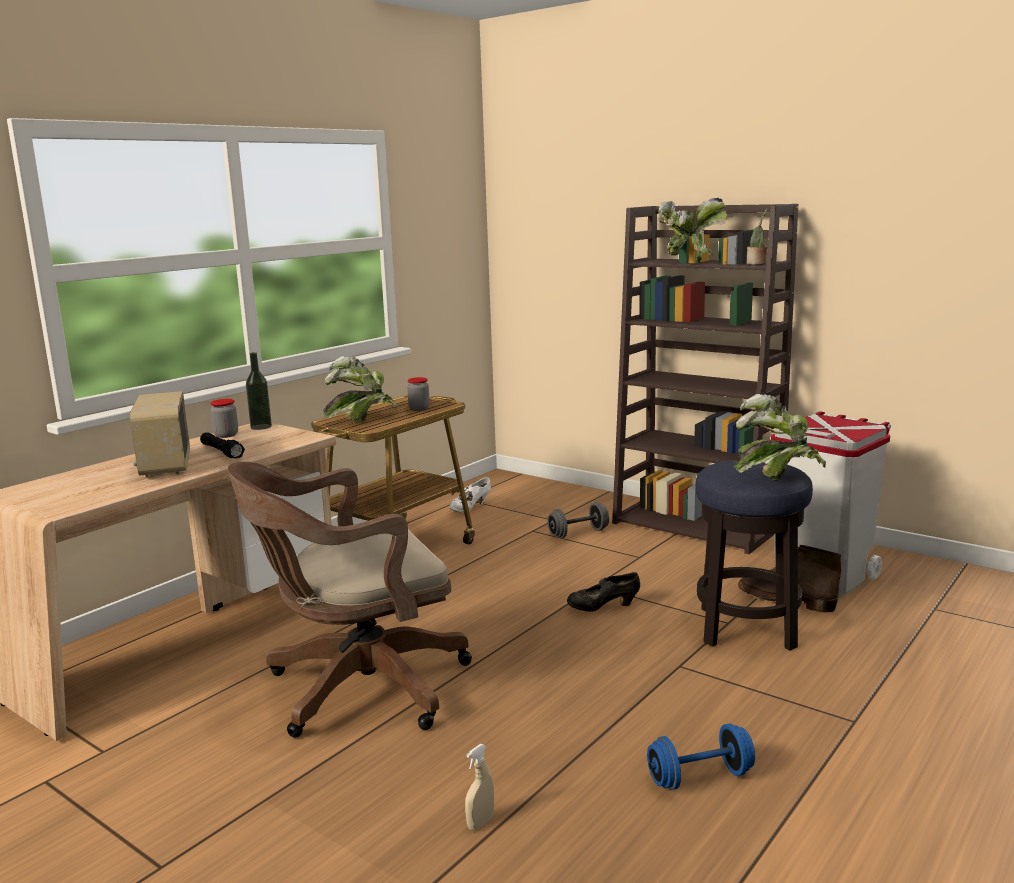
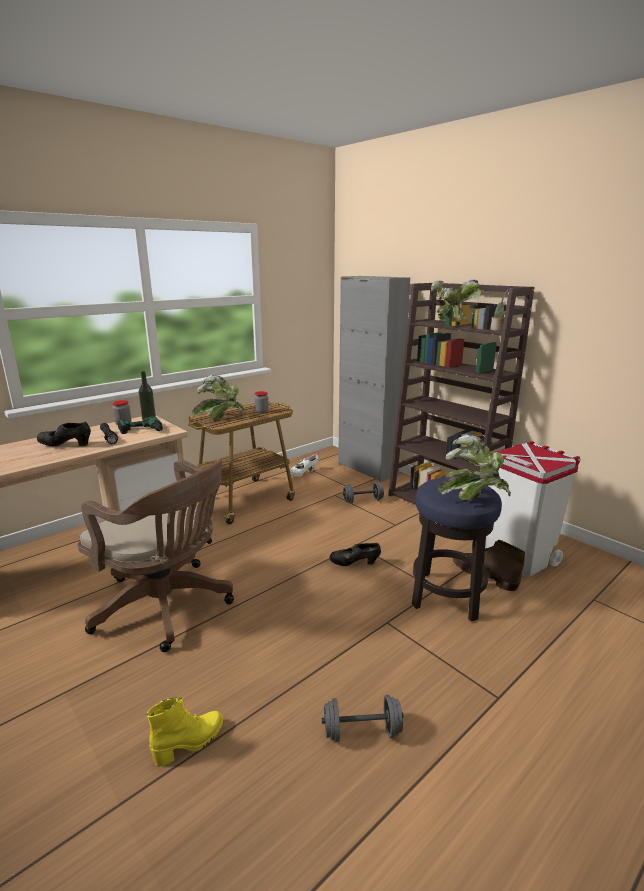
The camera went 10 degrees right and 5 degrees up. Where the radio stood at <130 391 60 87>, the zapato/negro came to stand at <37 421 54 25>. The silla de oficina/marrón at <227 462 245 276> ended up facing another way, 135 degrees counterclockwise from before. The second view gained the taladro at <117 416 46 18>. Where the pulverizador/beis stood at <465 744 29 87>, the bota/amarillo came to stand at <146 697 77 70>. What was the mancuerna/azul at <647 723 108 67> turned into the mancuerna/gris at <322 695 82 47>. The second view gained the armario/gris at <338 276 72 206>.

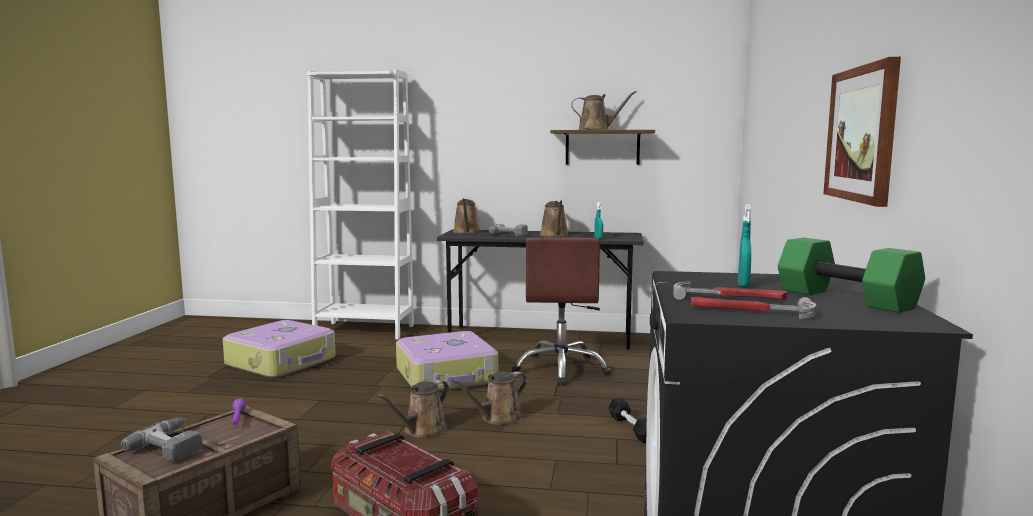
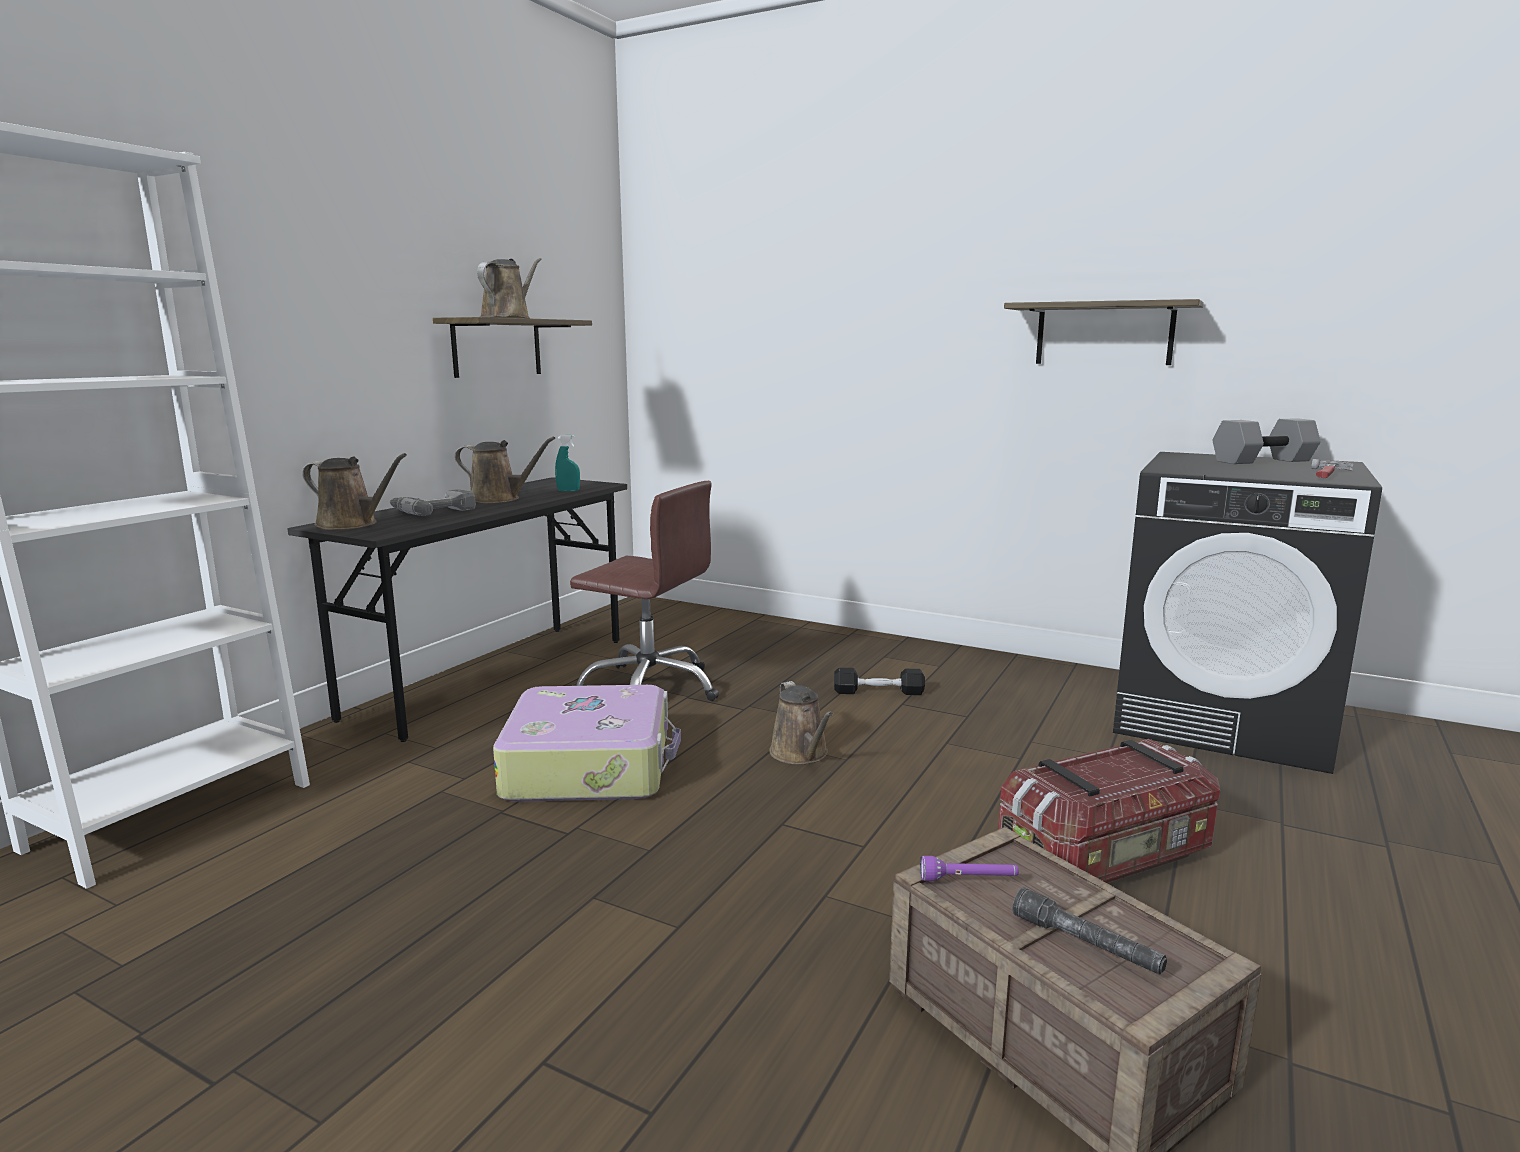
The camera went 70 degrees left and 5 degrees up. Where the cuadro hung at <823 57 78 150>, the estante came to hang at <1004 299 200 66>. Where the taladro stood at <121 418 82 44>, the linterna/gris came to stand at <1013 887 154 88>. What was the mancuerna/verde at <778 238 147 75> turned into the mancuerna/gris at <1212 418 108 46>. The second view lost the maleta at <223 320 113 58>. The second view lost the regadera/marrón at <377 380 72 58>. The second view lost the martillo at <673 281 114 19>. The second view lost the pulverizador/turquesa at <738 204 13 83>.

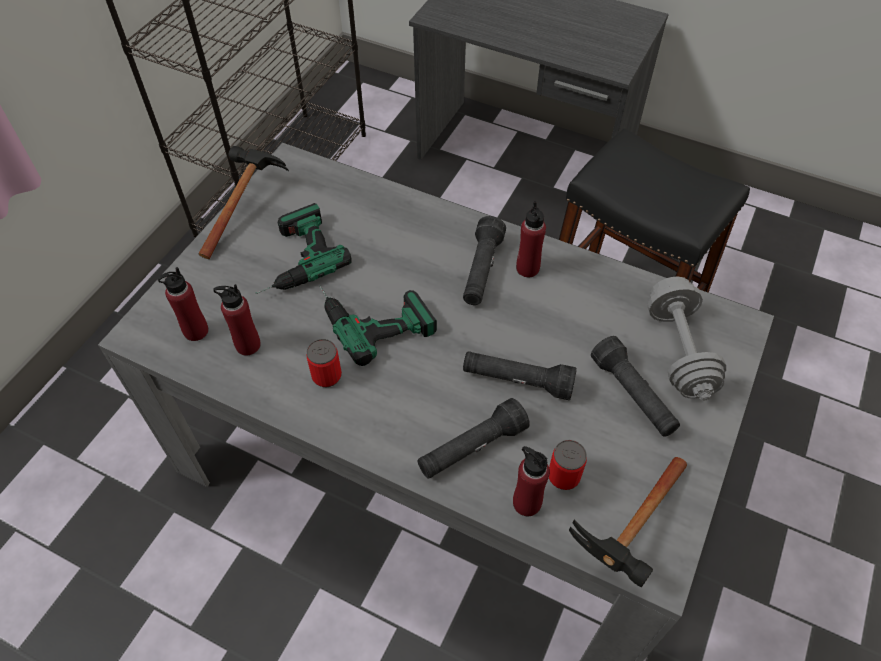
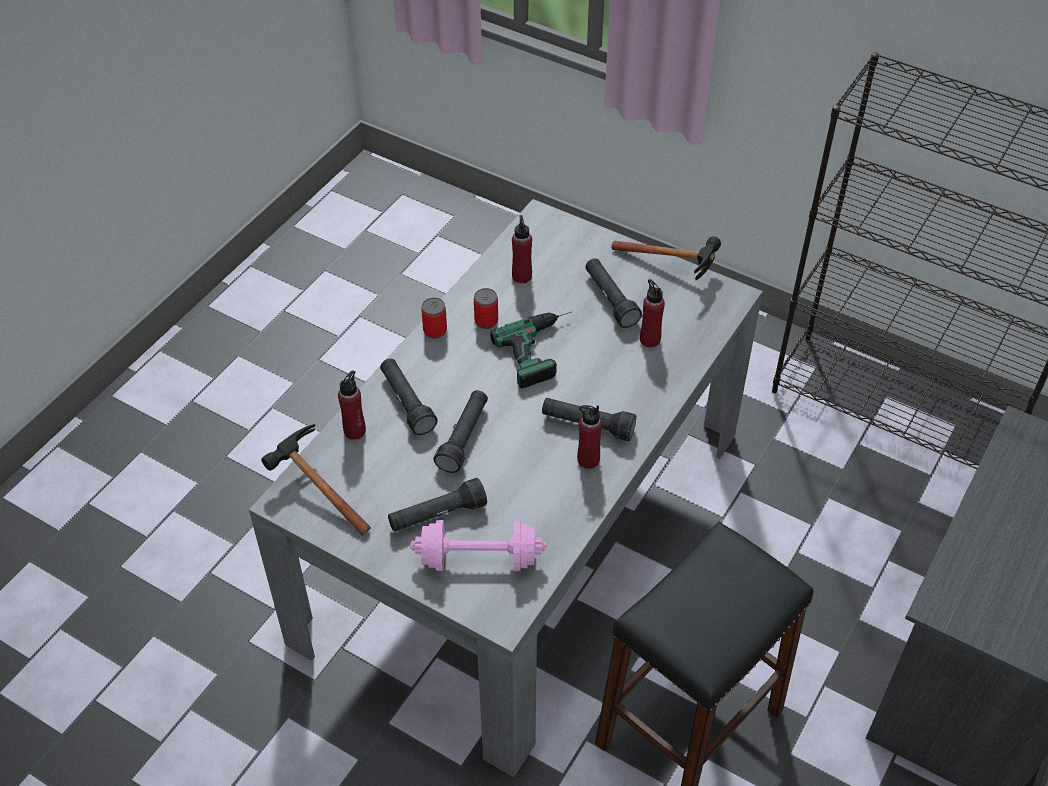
The camera went 95 degrees right and 5 degrees down. What was the mancuerna/gris at <648 276 78 125> turned into the mancuerna/rosa at <410 520 137 51>. The lata ended up elsewhere, having gone from <549 440 38 50> to <421 298 26 40>. Where the taladro stood at <255 203 97 91>, the linterna/negro came to stand at <585 258 57 70>. The botella/rojo ended up elsewhere, having gone from <158 267 50 74> to <640 279 25 69>.

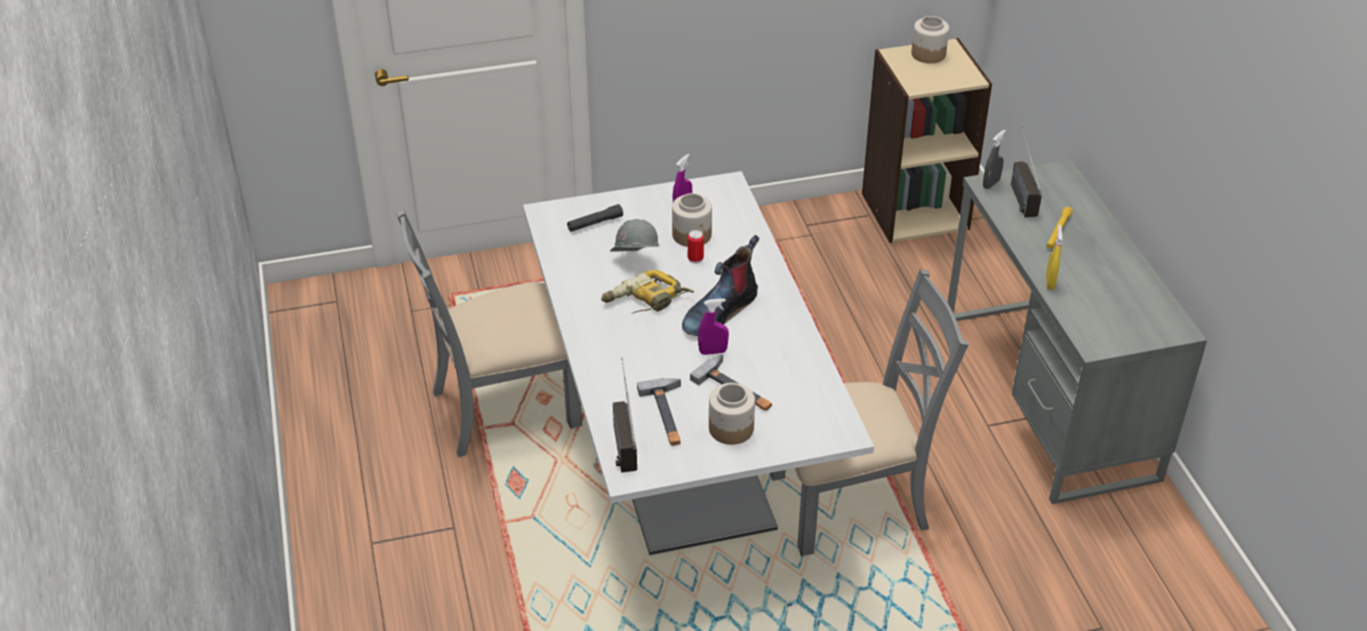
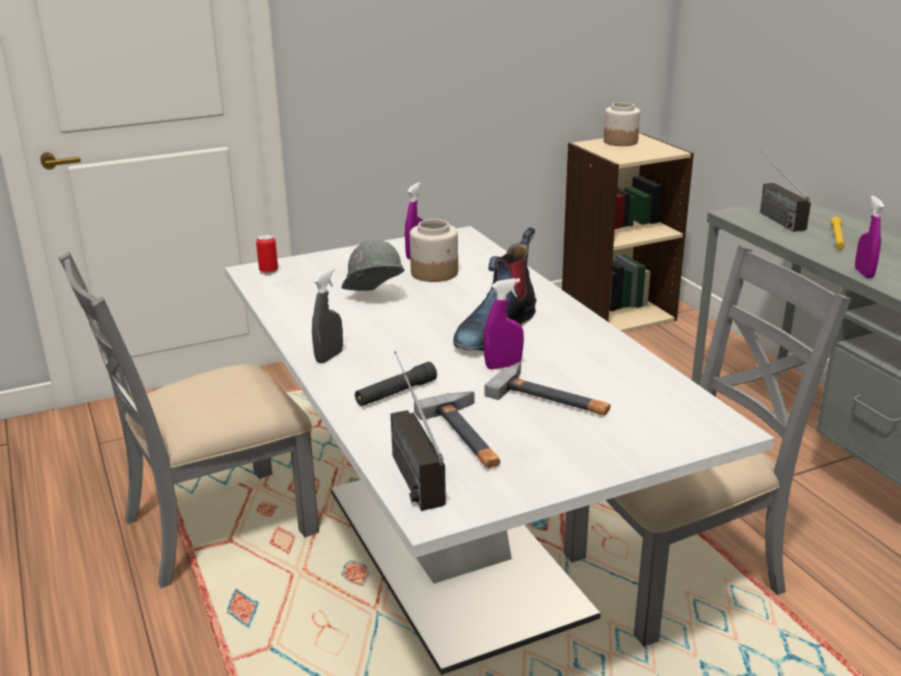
The camera went 10 degrees left and 15 degrees down. The lata ended up elsewhere, having gone from <688 230 16 34> to <256 234 22 41>. The pulverizador/gris ended up elsewhere, having gone from <983 130 23 59> to <312 268 31 95>. The linterna/negro ended up elsewhere, having gone from <567 204 56 28> to <355 362 82 44>. What was the pulverizador/amarillo at <1046 225 16 65> turned into the pulverizador/morado at <855 196 29 82>. The second view lost the taladro at <601 270 93 44>. The second view lost the tarro at <709 383 46 62>.

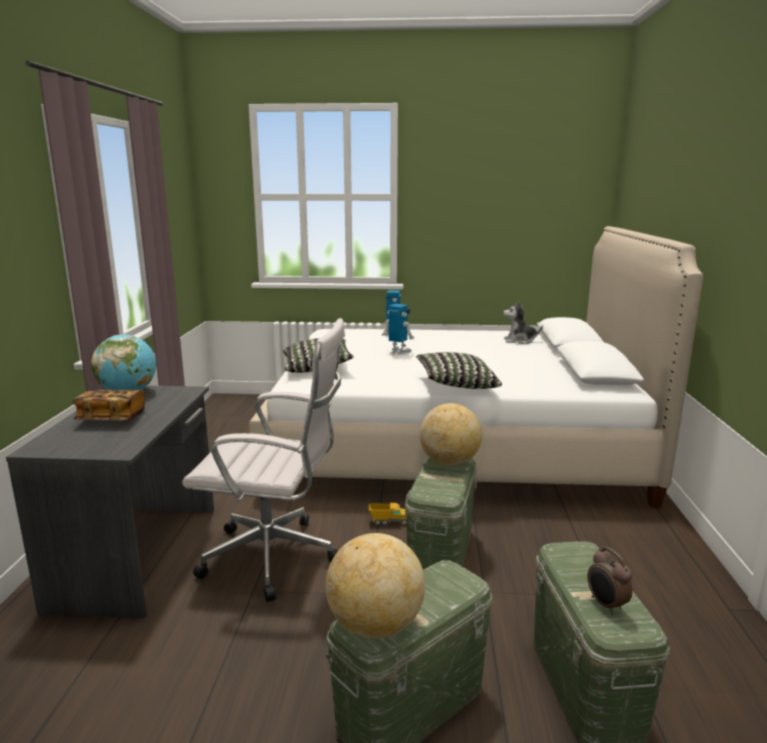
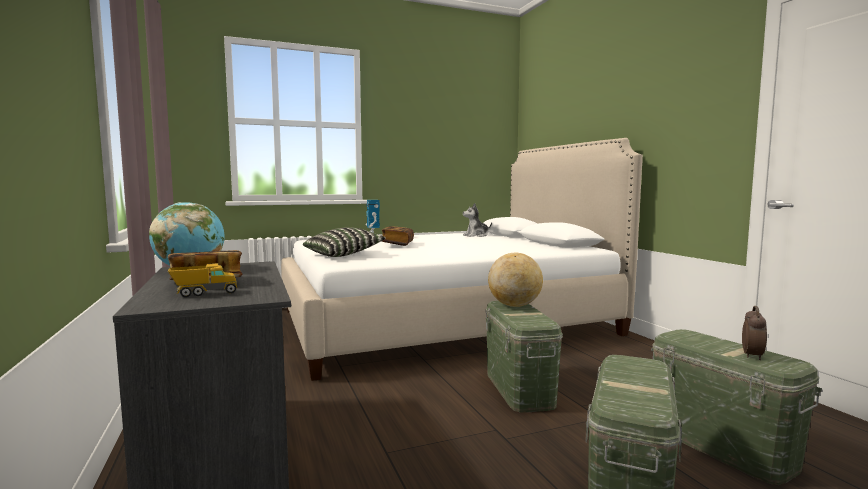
The camera went 25 degrees left and 10 degrees down. The camión de juguete ended up elsewhere, having gone from <369 503 38 22> to <168 263 69 34>. Where the robot de juguete stood at <385 304 29 50>, the libro came to stand at <382 226 32 20>. The despertador at <587 547 46 68> ended up facing another way, 105 degrees counterclockwise from before. The second view lost the silla de oficina/blanco at <182 318 163 284>. The second view lost the globo terráqueo at <326 533 99 106>. The second view lost the cojín at <416 352 86 37>.

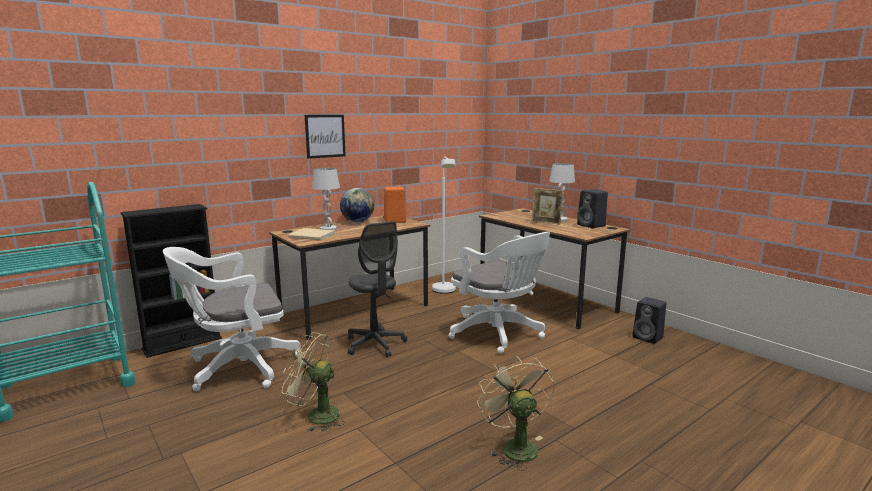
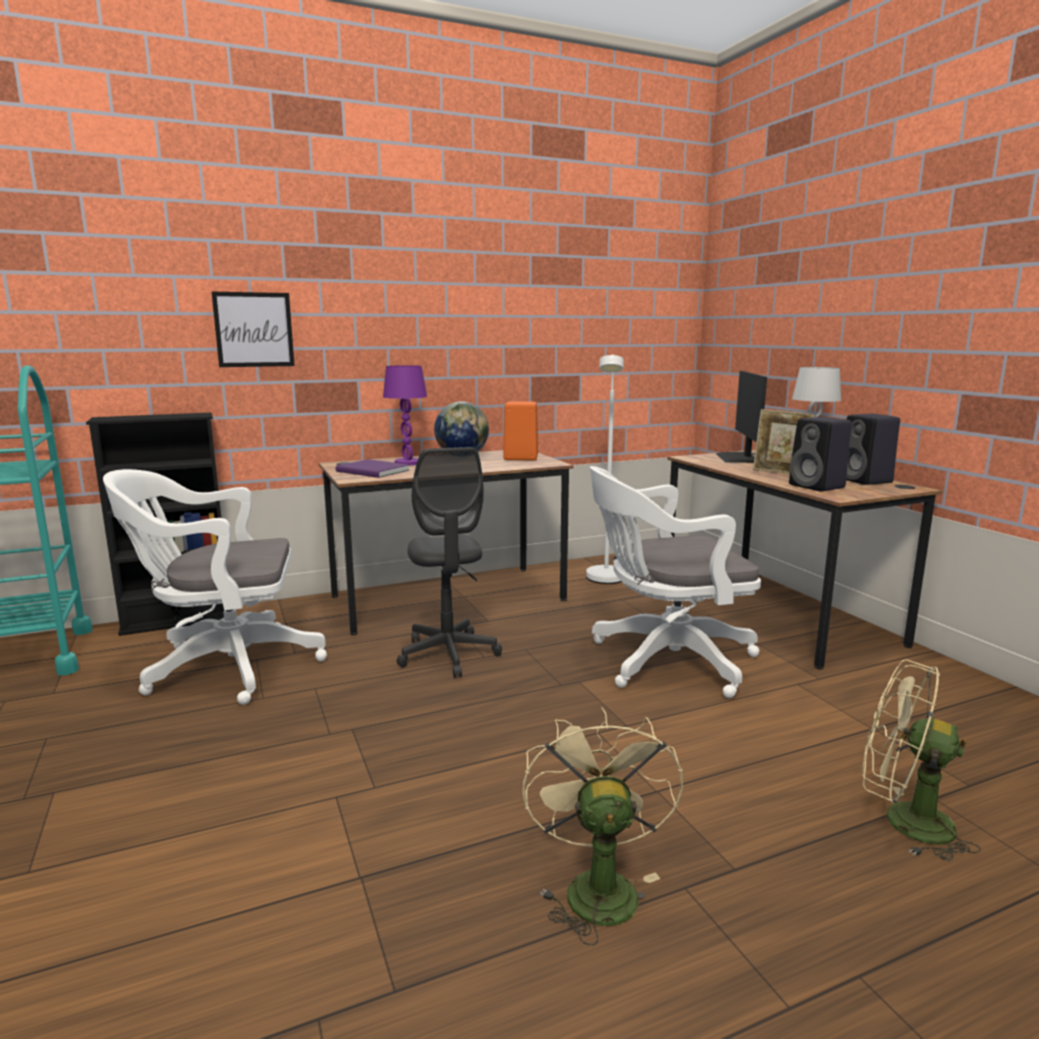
The camera went 15 degrees right and 0 degrees up. The cuadro ended up elsewhere, having gone from <305 115 41 44> to <212 292 83 75>. What was the libro/beis at <288 228 47 12> turned into the libro/morado at <336 459 74 19>. What was the lámpara de mesa/blanco at <312 168 28 62> turned into the lámpara de mesa/morado at <383 365 44 101>. The silla de oficina/blanco at <448 232 102 122> ended up facing another way, 105 degrees clockwise from before. The second view gained the monitor at <715 371 52 92>. The altavoz/negro ended up elsewhere, having gone from <632 297 34 47> to <789 417 63 74>. The ventilador/beis ended up elsewhere, having gone from <282 332 63 100> to <862 659 119 202>.

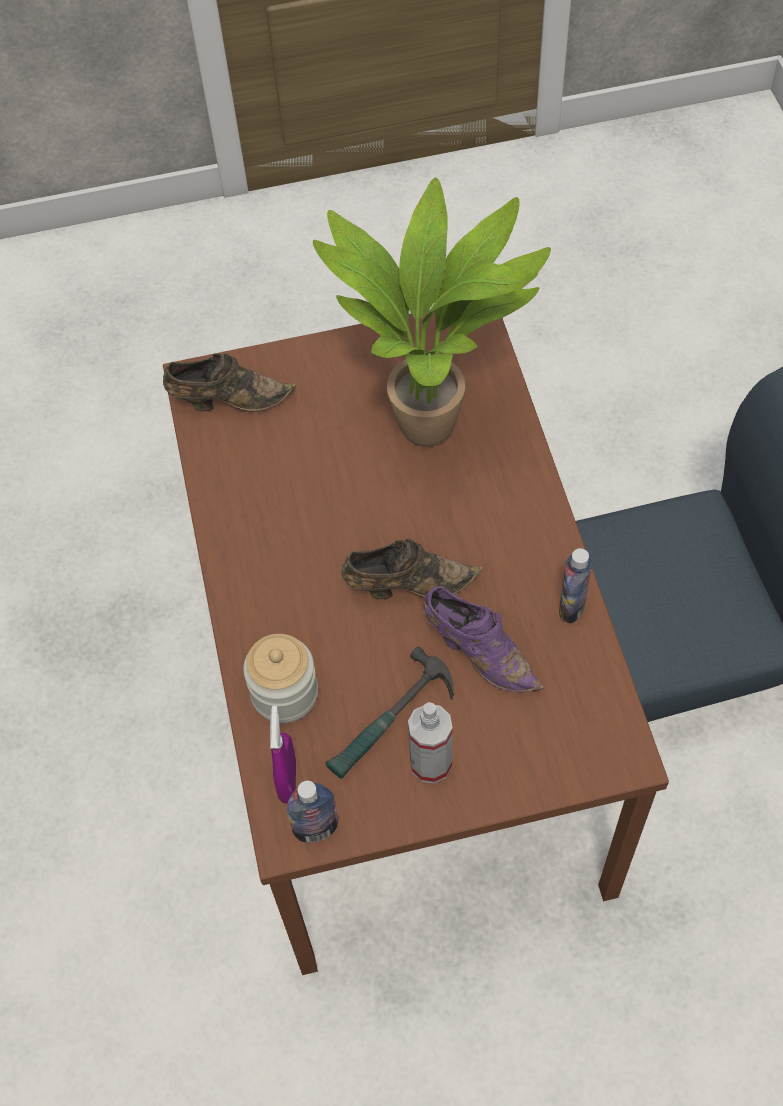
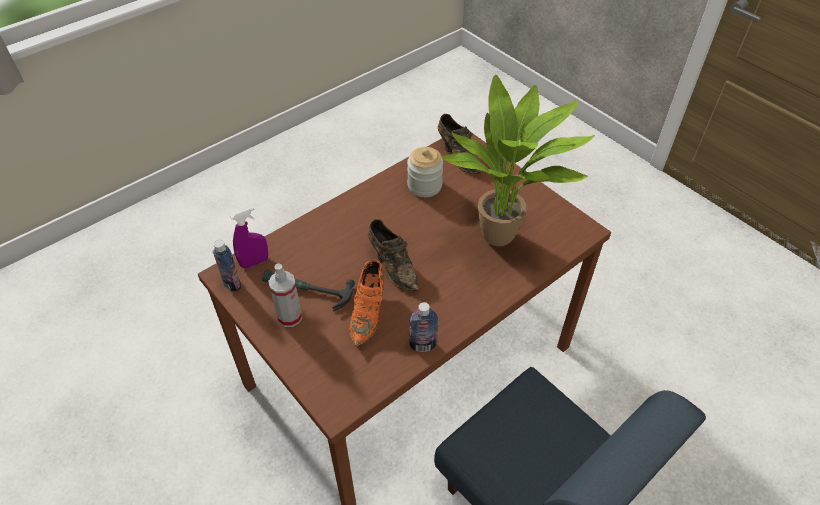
The camera went 60 degrees right and 10 degrees down. What was the zapato/morado at <423 586 121 107> turned into the zapato/naranja at <349 260 35 87>. The tarro ended up elsewhere, having gone from <243 634 75 89> to <407 147 36 50>.

